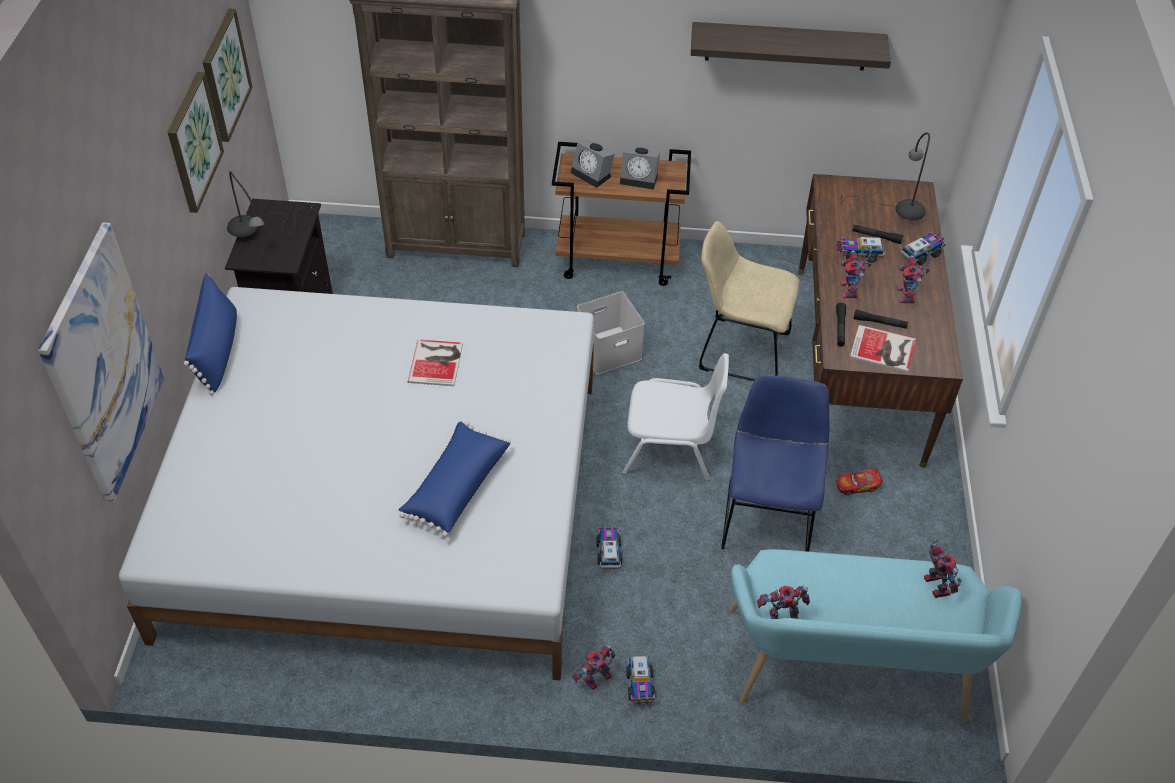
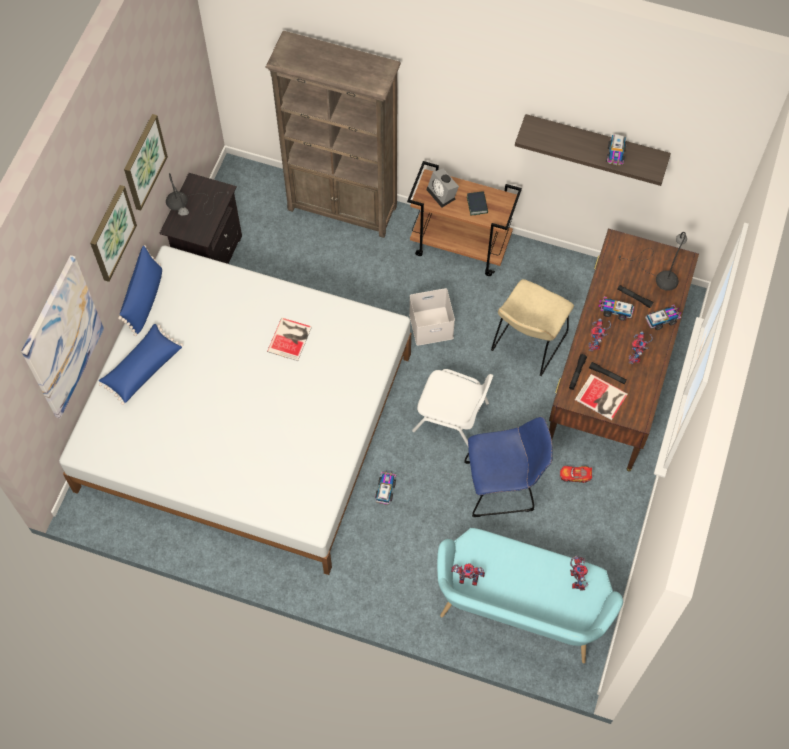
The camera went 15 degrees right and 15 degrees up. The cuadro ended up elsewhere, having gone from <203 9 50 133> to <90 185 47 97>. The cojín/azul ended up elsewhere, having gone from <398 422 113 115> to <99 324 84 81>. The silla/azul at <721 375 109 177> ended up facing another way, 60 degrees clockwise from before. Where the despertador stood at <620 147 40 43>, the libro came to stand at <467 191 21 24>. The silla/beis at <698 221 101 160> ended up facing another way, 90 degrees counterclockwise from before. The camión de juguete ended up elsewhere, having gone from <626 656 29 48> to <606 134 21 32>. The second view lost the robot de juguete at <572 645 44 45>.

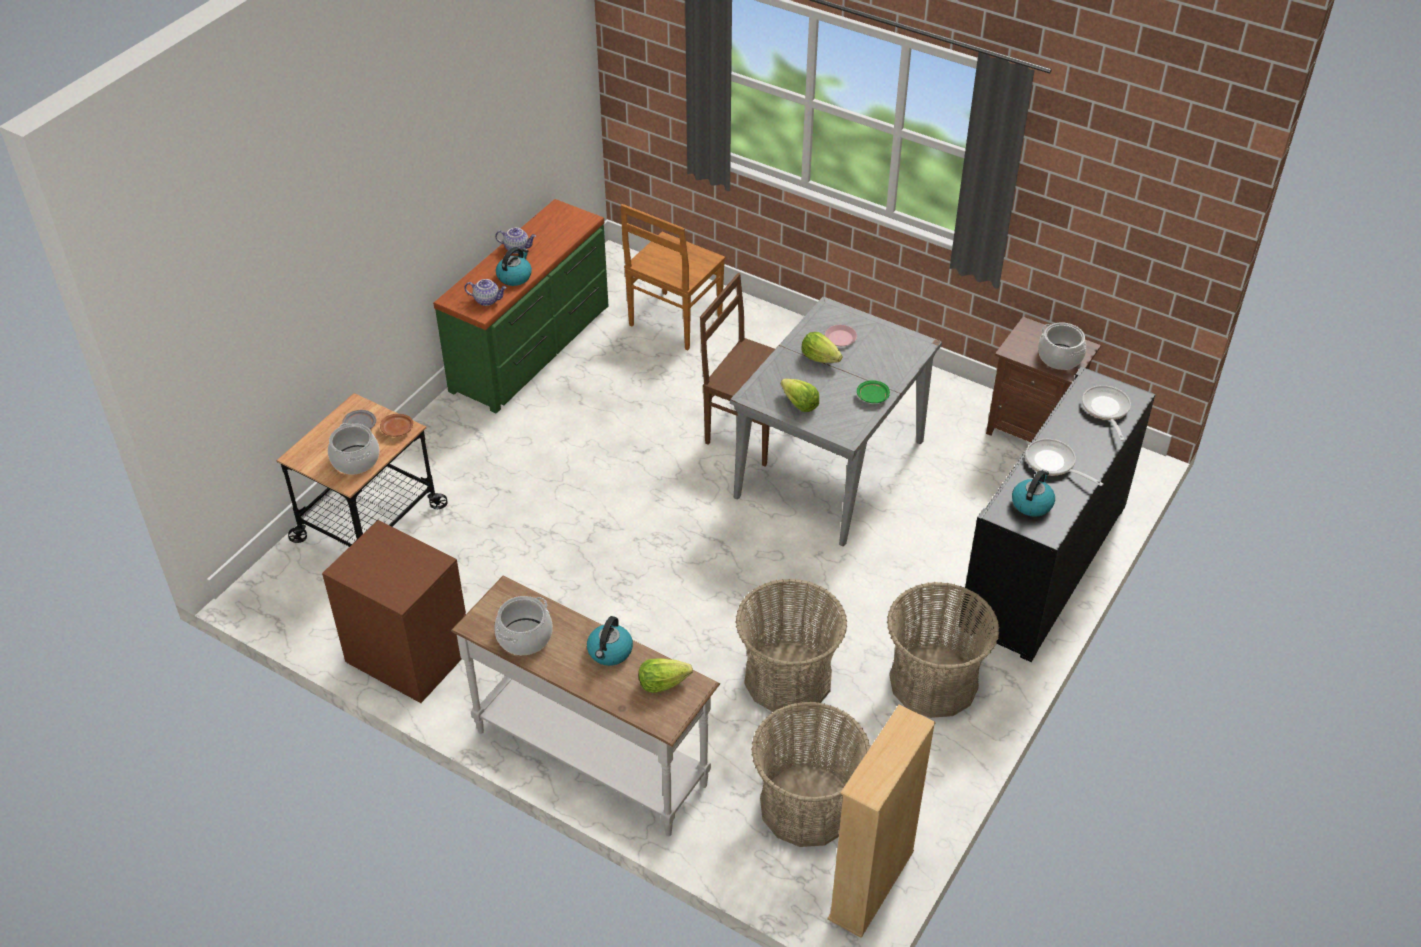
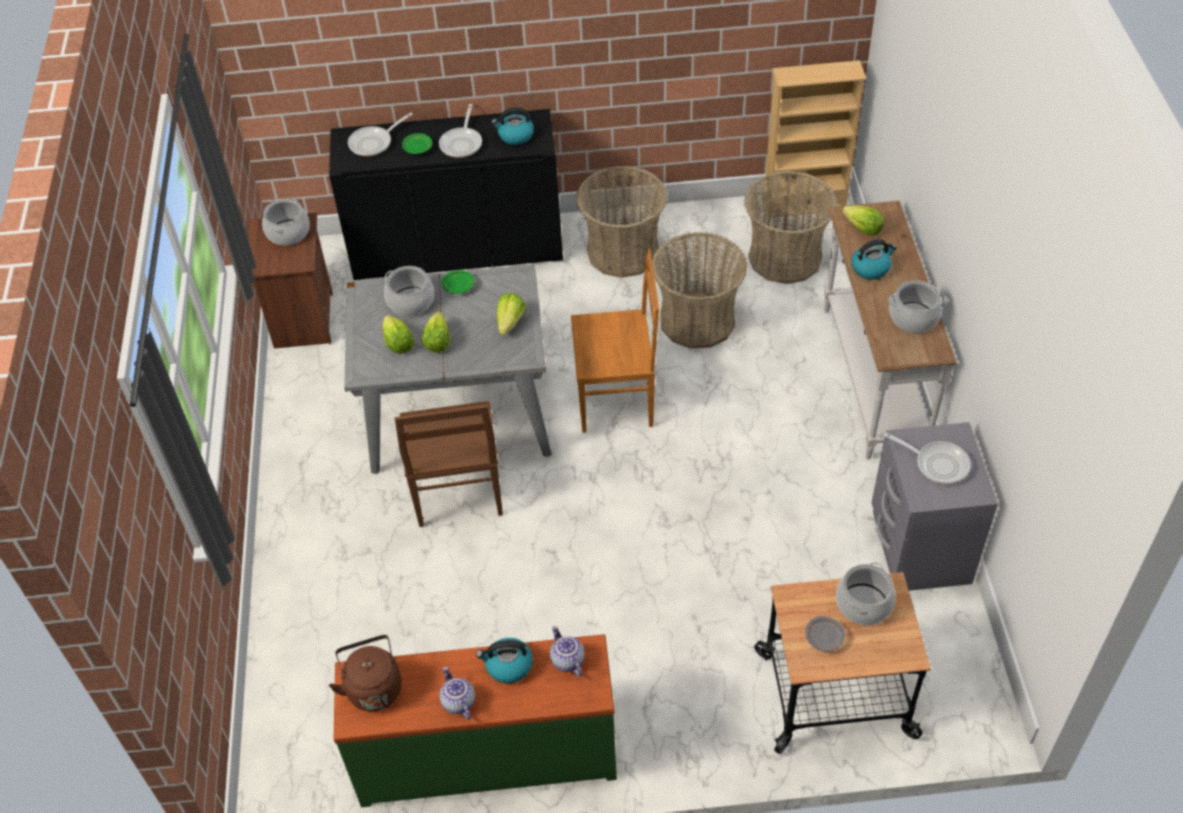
The camera went 125 degrees left and 5 degrees up. The second view gained the hervidor/marrón at <329 635 73 76>. Where the plato/rosa stood at <825 325 32 21>, the lechuga came to stand at <382 315 33 39>. The second view gained the olla at <384 266 50 50>. The second view gained the plato/verde at <402 133 30 21>. The silla/marrón ended up elsewhere, having gone from <621 204 104 146> to <571 249 88 184>. What was the mesita de noche/marrón at <322 520 144 183> turned into the mesita de noche/gris at <871 422 127 169>. The second view gained the sartén at <883 432 88 52>. The second view lost the plato/marrón at <380 414 33 23>.

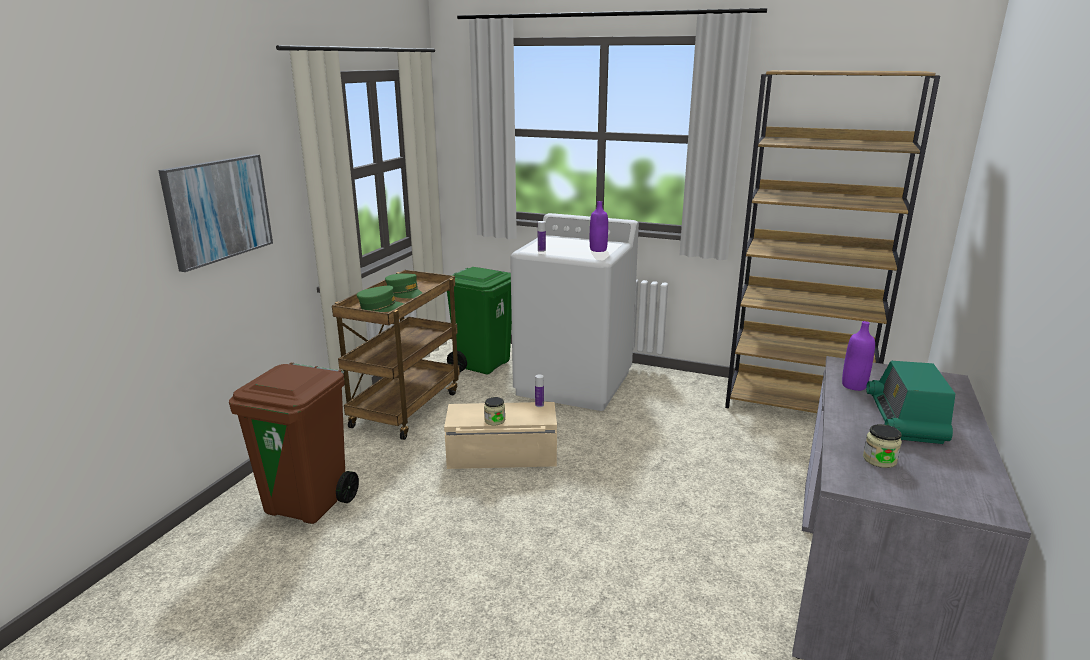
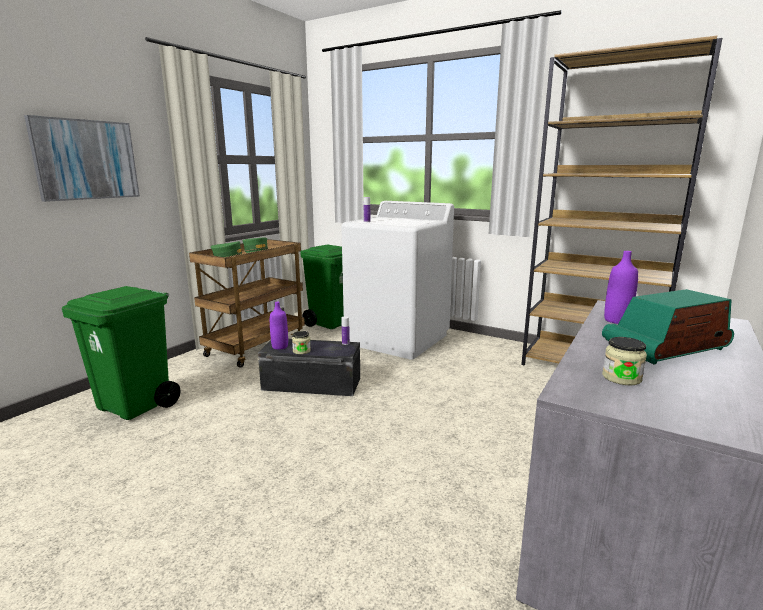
The camera went 10 degrees right and 5 degrees down. What was the papelera/marrón at <229 363 130 161> turned into the papelera/verde at <62 286 119 134>. What was the caja de almacenaje/beis at <444 402 113 67> turned into the caja de almacenaje/negro at <258 339 102 57>. The botella/morado ended up elsewhere, having gone from <590 201 18 51> to <270 302 18 47>. The radio at <866 361 89 83> ended up facing another way, 45 degrees clockwise from before.

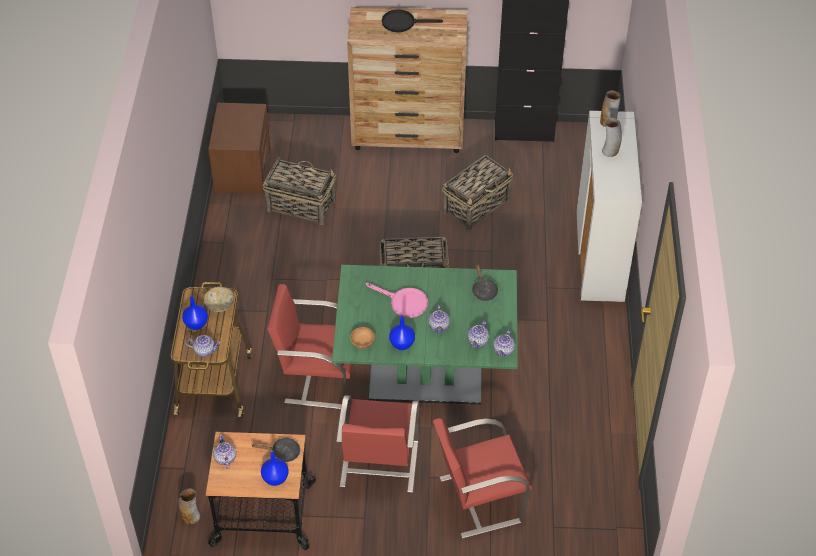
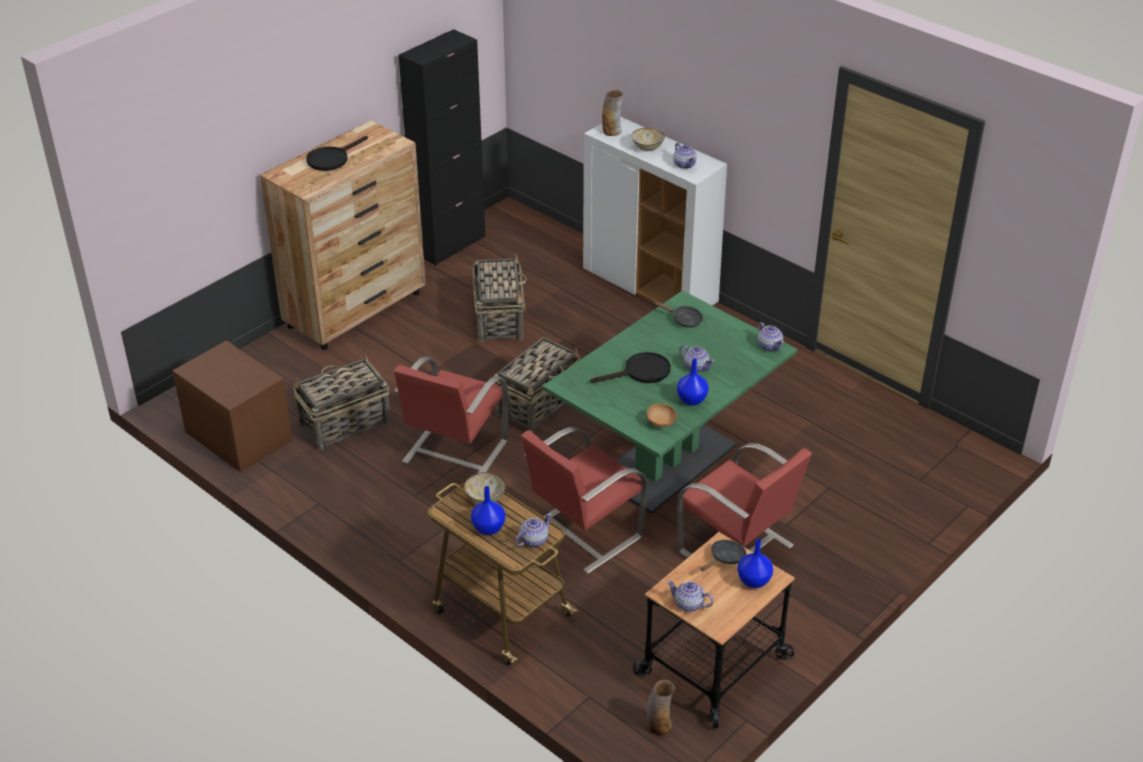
The camera went 50 degrees left and 10 degrees down. The silla/rojo ended up elsewhere, having gone from <433 418 99 121> to <394 357 114 116>. What was the sartén/rosa at <366 283 62 35> turned into the sartén/negro at <591 352 80 31>. Where the florero stood at <602 118 20 39>, the cuenco came to stand at <632 128 33 23>. The tetera ended up elsewhere, having gone from <468 320 21 28> to <673 142 23 27>.

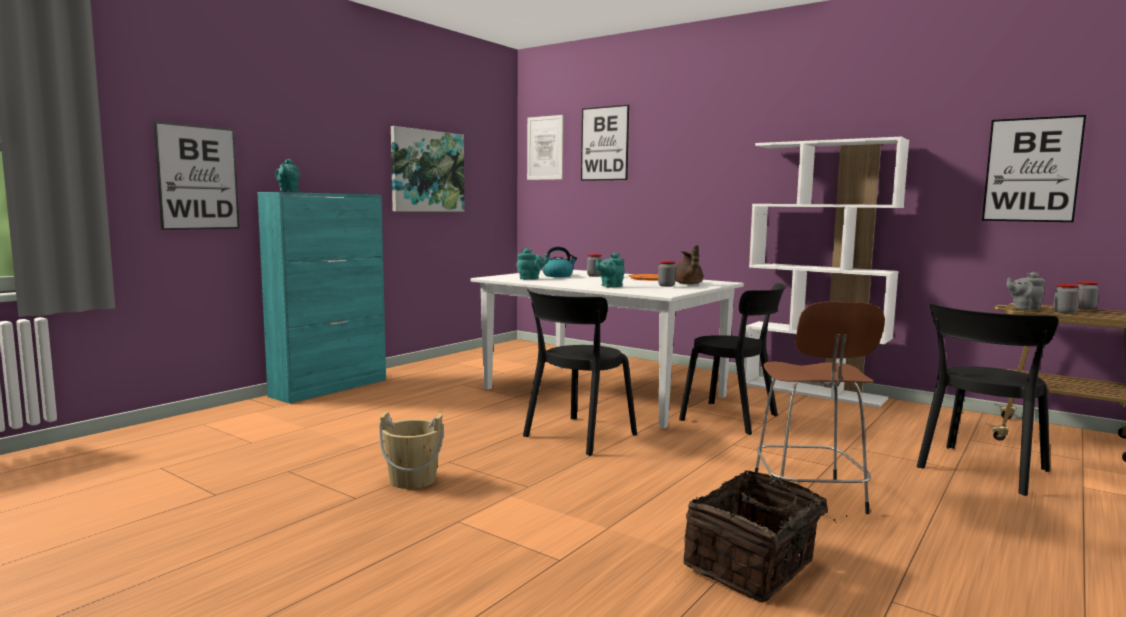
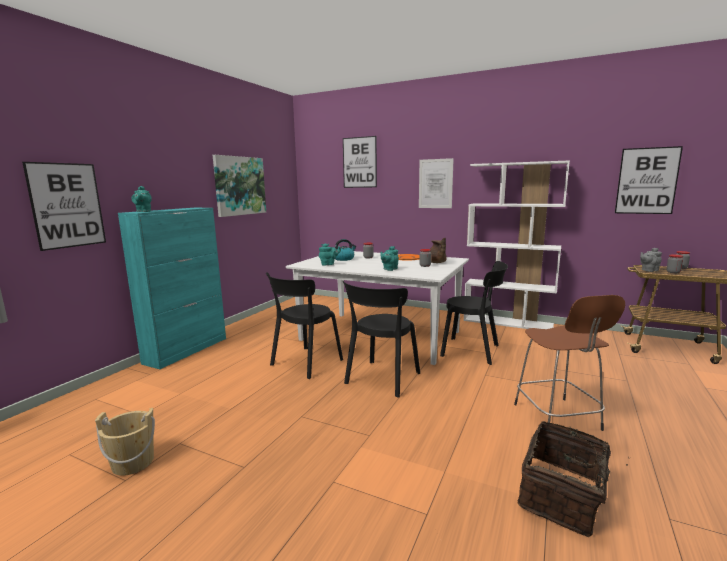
The camera went 10 degrees left and 5 degrees up. The cubo/beis ended up elsewhere, having gone from <379 412 65 77> to <95 408 60 68>. The silla/negro ended up elsewhere, having gone from <917 303 141 193> to <266 272 77 107>. The cuadro ended up elsewhere, having gone from <527 115 36 65> to <419 158 35 50>.

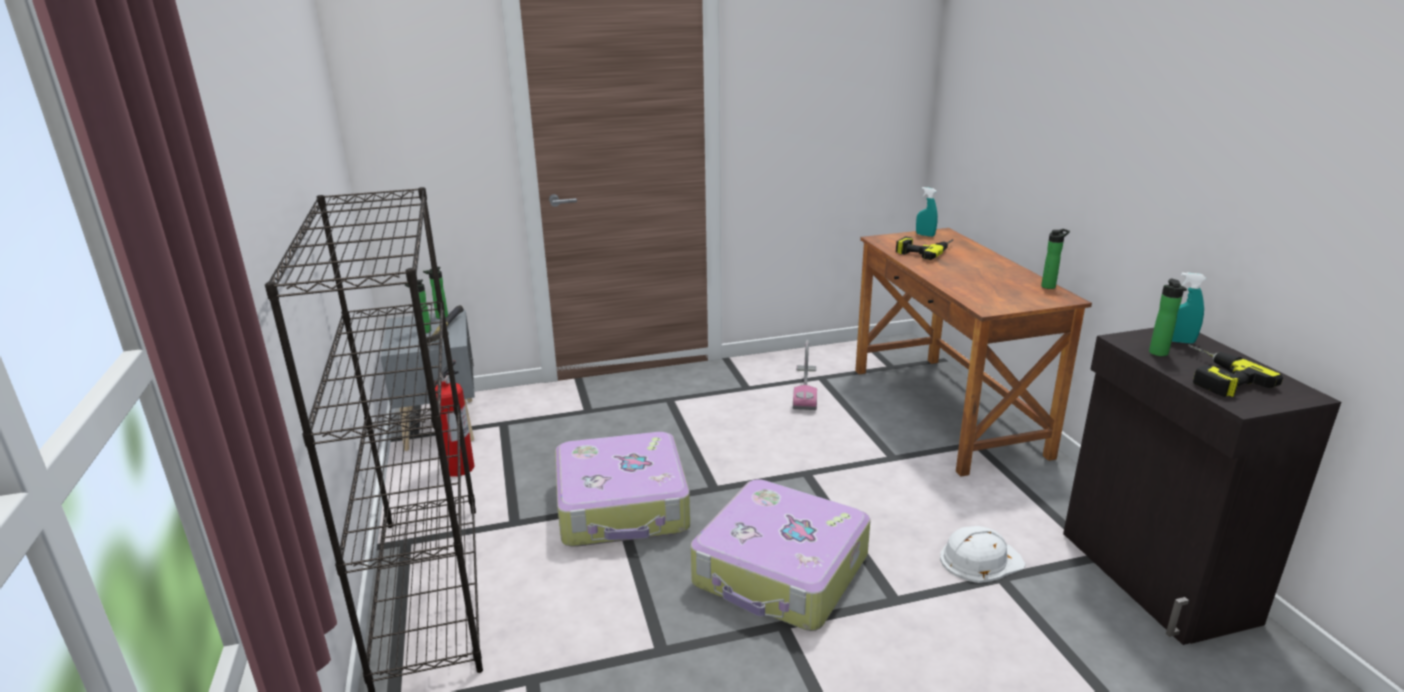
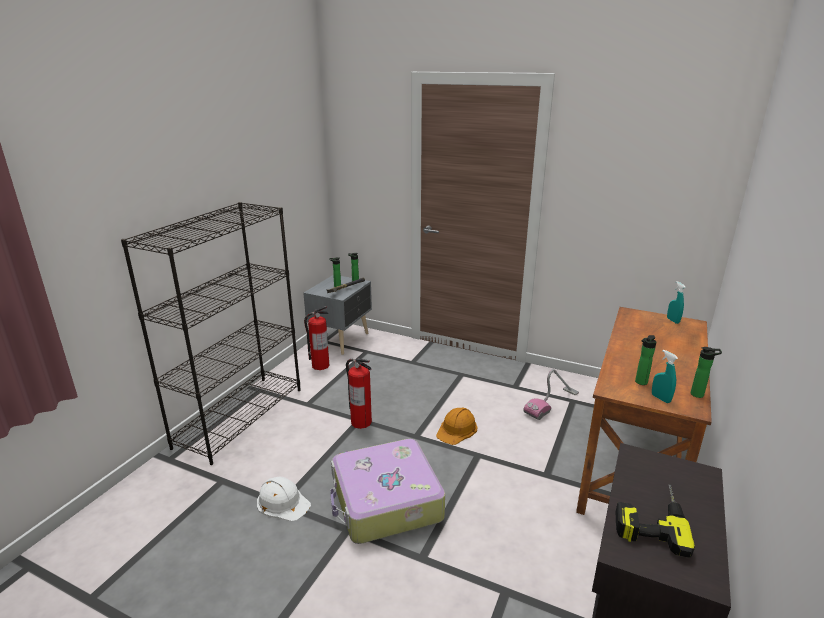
The camera went 40 degrees right and 0 degrees up. The casco/blanco ended up elsewhere, having gone from <940 526 86 57> to <257 477 54 44>. Where the maleta stood at <555 432 135 115>, the extintor came to stand at <346 358 26 71>. The second view gained the casco/naranja at <436 407 41 38>. The botella ended up elsewhere, having gone from <1149 279 38 77> to <635 335 22 50>. The pulverizador/turquesa ended up elsewhere, having gone from <1172 272 35 72> to <652 350 26 53>. The second view lost the taladro at <896 236 57 24>.

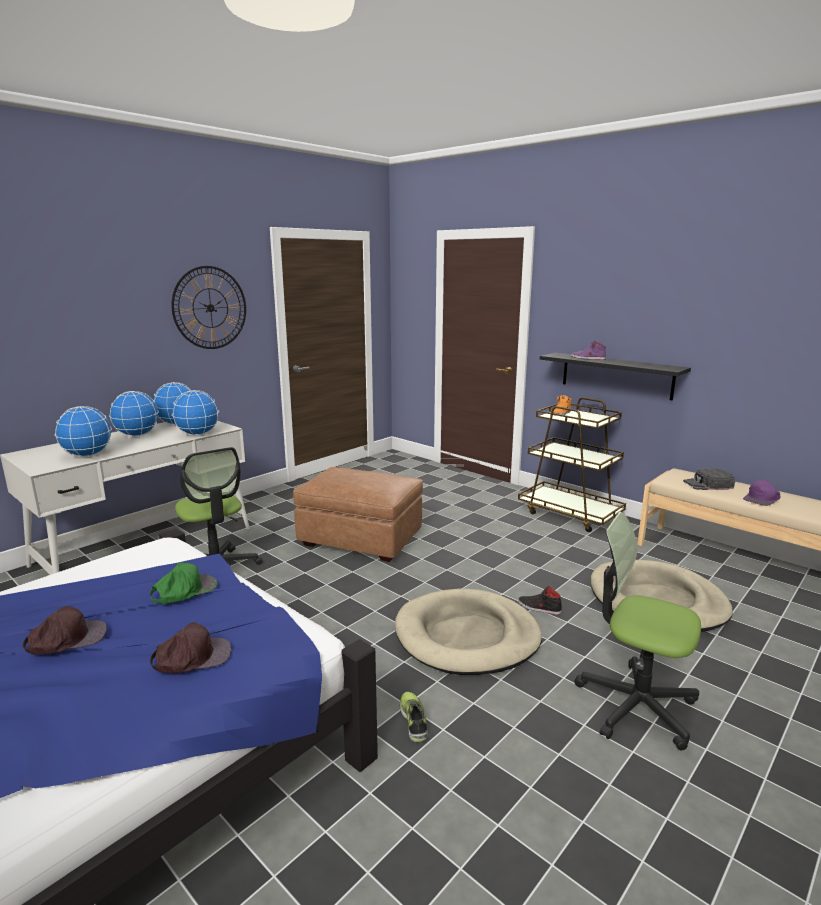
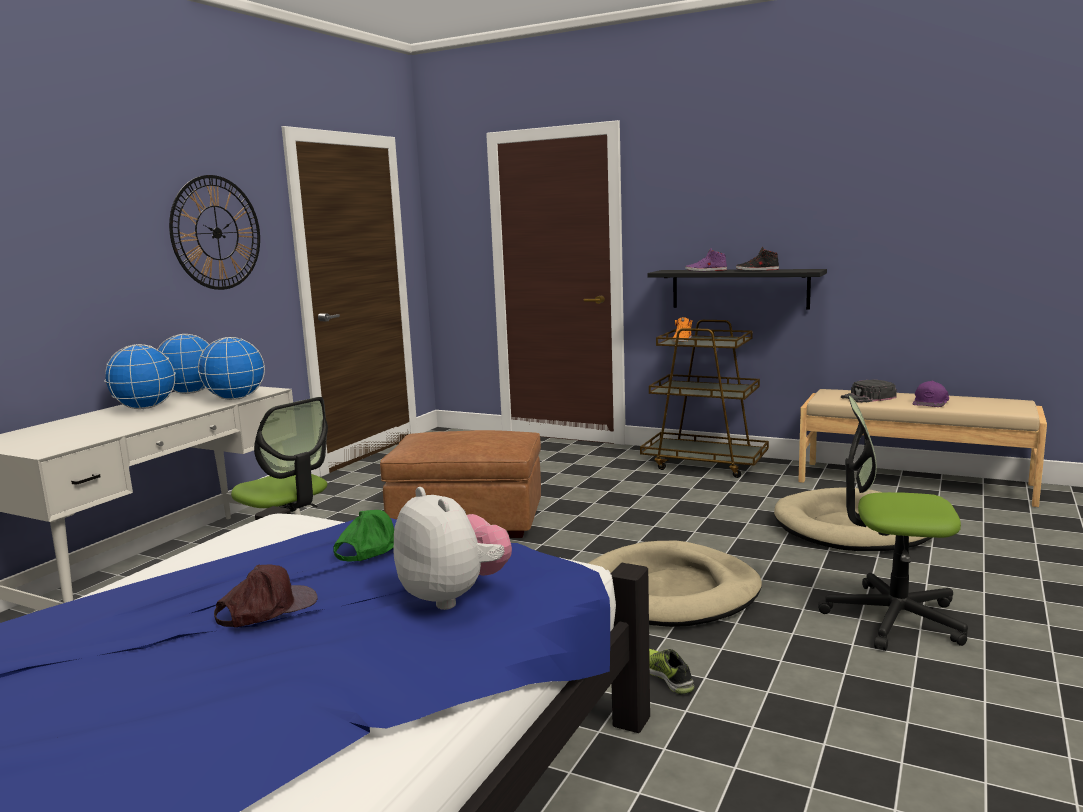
The camera went 15 degrees left and 5 degrees down. Where the gorra/marrón stood at <150 622 81 51>, the peluche came to stand at <393 487 119 123>. The zapato/negro ended up elsewhere, having gone from <518 586 44 29> to <736 247 43 24>. The second view lost the globo terráqueo at <55 406 57 51>.

